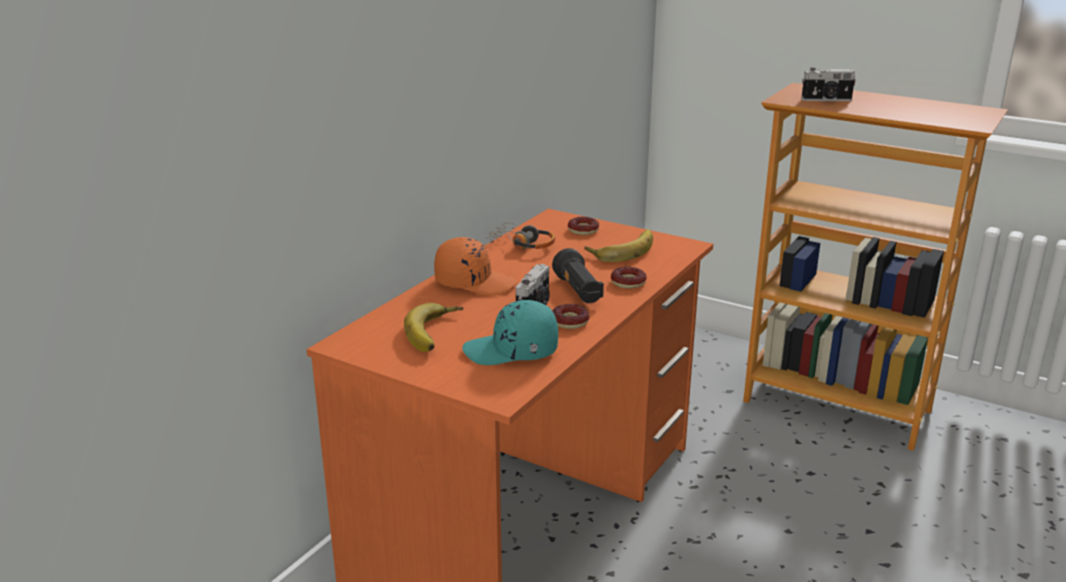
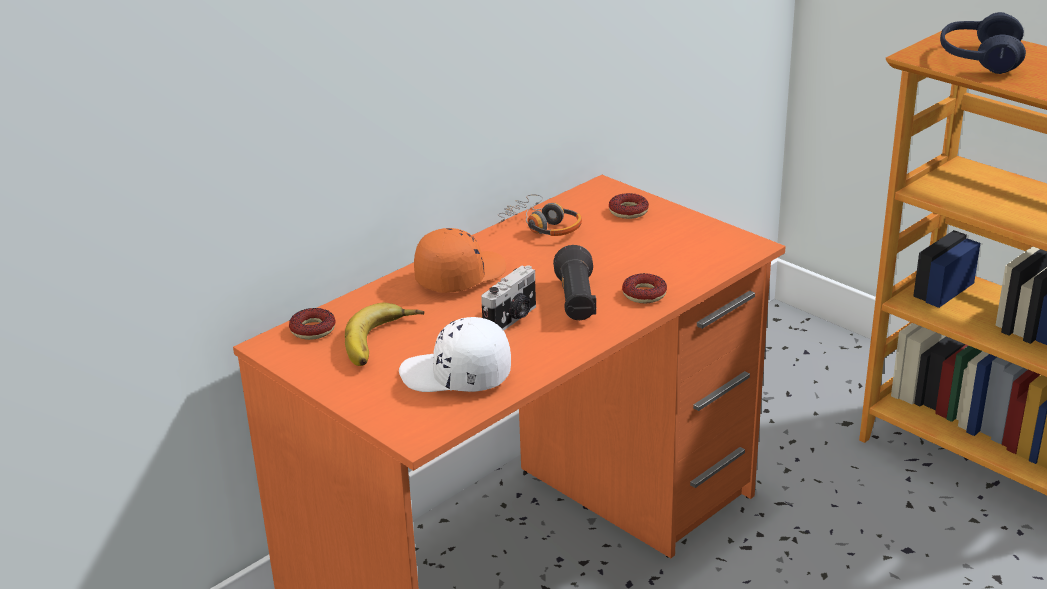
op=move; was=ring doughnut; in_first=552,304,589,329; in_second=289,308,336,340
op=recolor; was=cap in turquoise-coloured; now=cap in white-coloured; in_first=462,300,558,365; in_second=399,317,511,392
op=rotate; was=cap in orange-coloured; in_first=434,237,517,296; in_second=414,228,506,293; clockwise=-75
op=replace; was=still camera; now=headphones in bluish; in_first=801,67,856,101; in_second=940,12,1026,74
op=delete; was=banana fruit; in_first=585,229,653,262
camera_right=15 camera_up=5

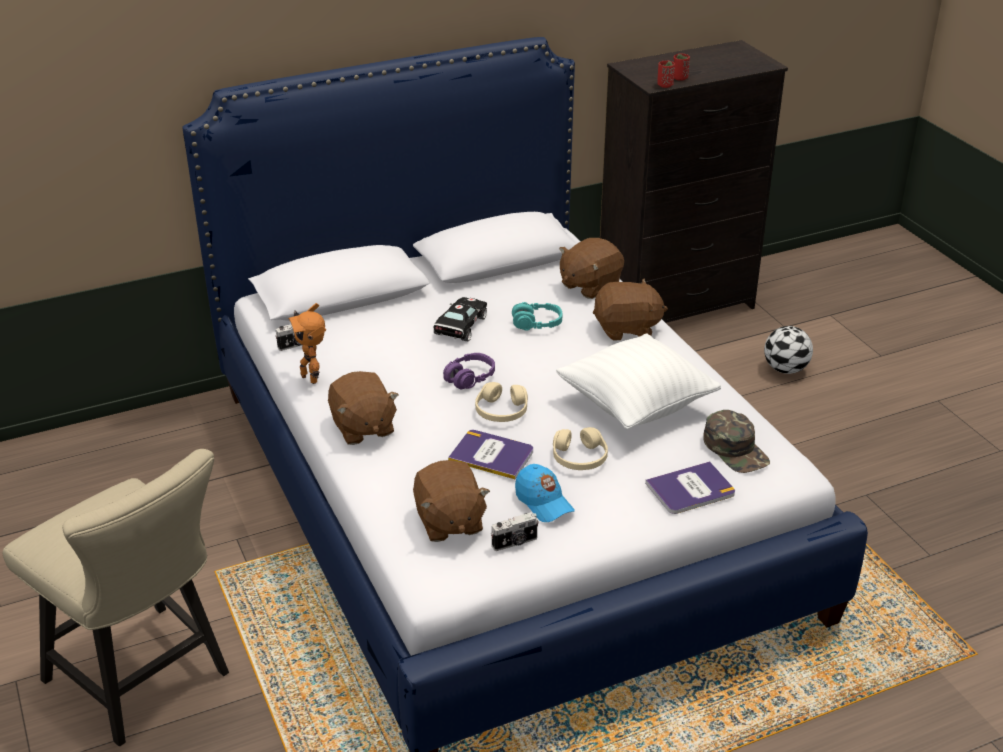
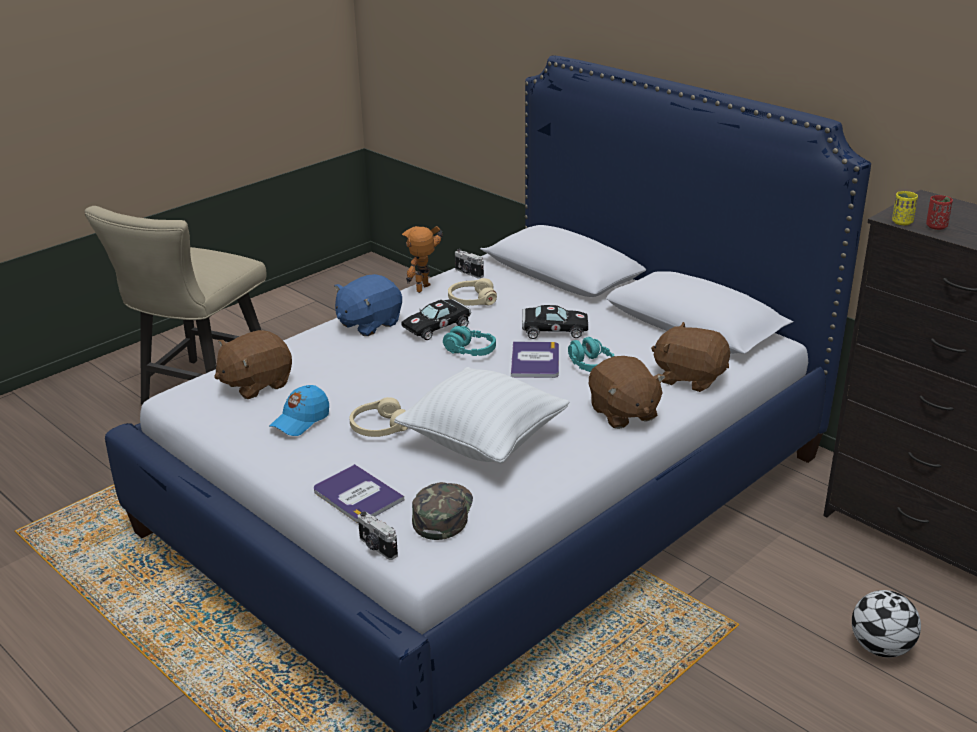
op=recolor; was=plush toy in brown-coloured; now=plush toy in bluish; in_first=328,371,399,445; in_second=334,274,402,336
op=move; was=still camera; in_first=491,512,539,551; in_second=358,512,398,560
op=insert; now=miniature car in black; in_second=401,299,471,340
op=rotate; was=cap in green-coloured; in_first=703,410,770,473; in_second=412,482,473,540; clockwise=150
op=recolor; was=headphones in purple-coloured; now=headphones in turquoise-coloured; in_first=443,353,495,389; in_second=443,326,496,356
op=move; was=headphones in sand-coloured; in_first=475,382,528,422; in_second=448,278,497,306
op=move; was=bound book; in_first=448,430,533,479; in_second=511,341,559,378
op=recolor; was=small cup in red-coloured; now=small cup in yellow; in_first=657,61,675,88; in_second=892,191,918,225
camera_right=70 camera_up=-5

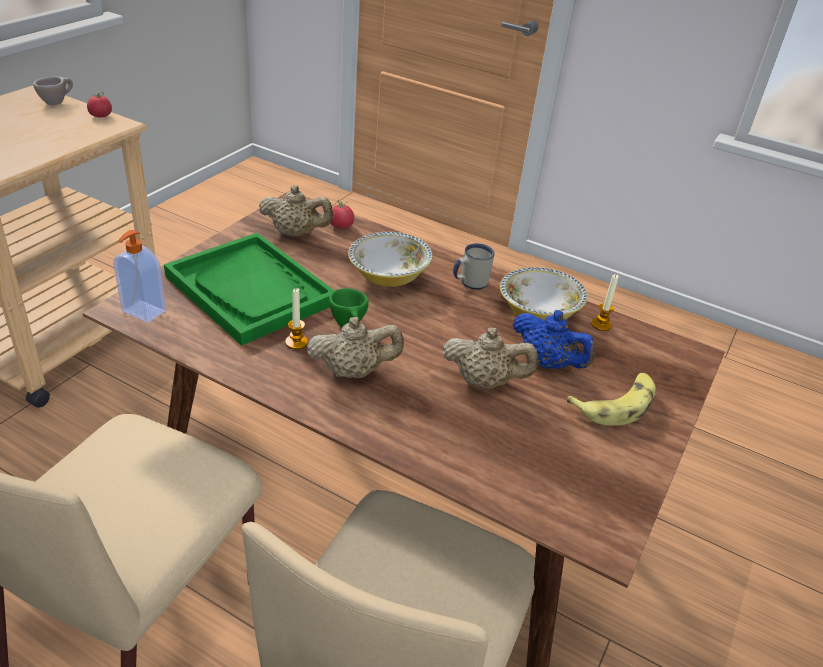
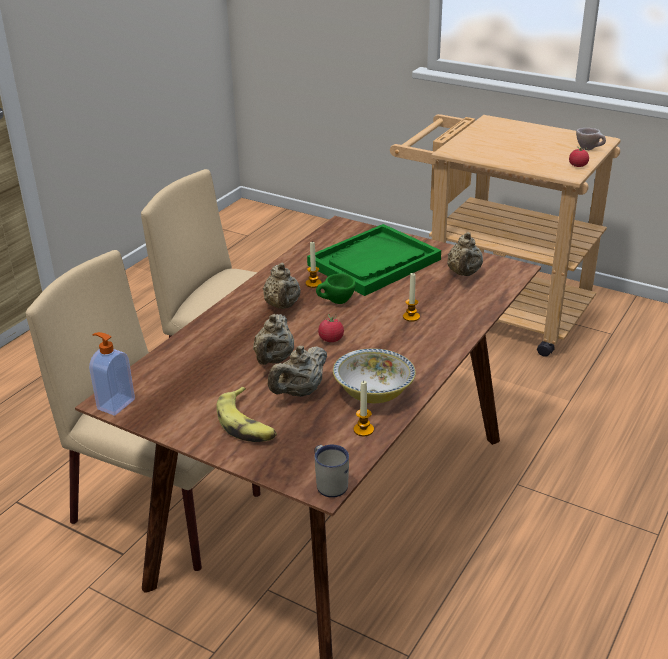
op=move; was=liquid soap bottle; in_first=113,230,166,323; in_second=89,332,135,416
op=recolor; was=teapot in bluish; now=teapot in sand-coloured; in_first=513,310,595,369; in_second=268,346,327,397
op=move; was=coffee mug in white-coloured; in_first=453,243,495,290; in_second=315,445,349,498
op=move; was=fresh tomato; in_first=330,200,354,229; in_second=318,314,344,342
op=replace; was=serving bowl; now=candle; in_first=348,232,432,287; in_second=403,273,420,322
camera_right=95 camera_up=-5

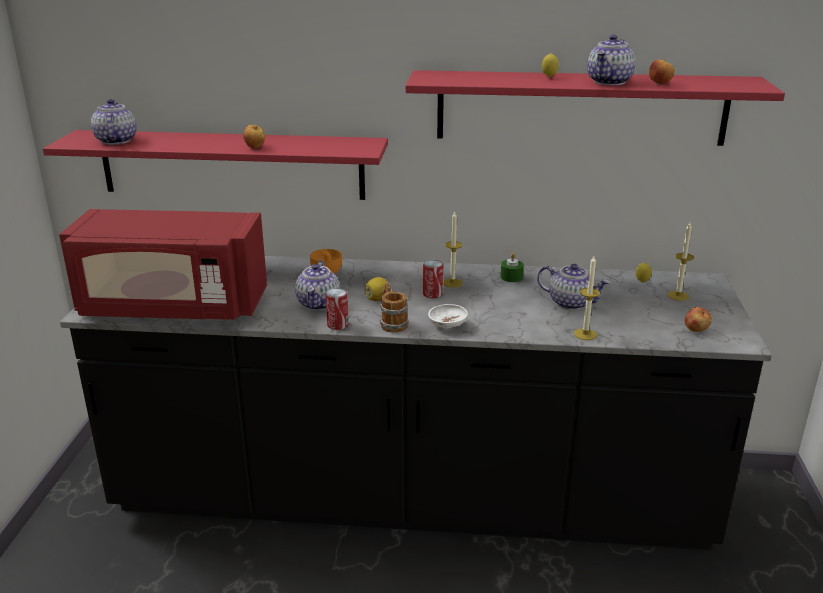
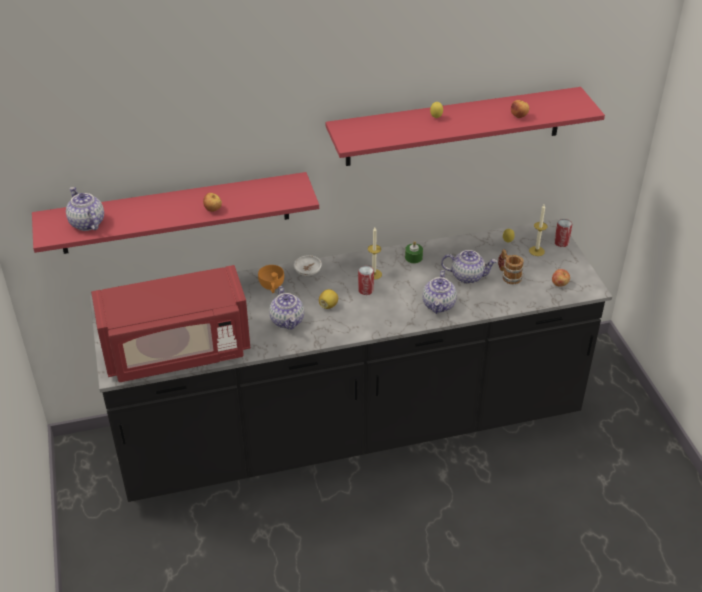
op=move; was=serving bowl in white-coloured; in_first=428,304,468,328; in_second=294,255,322,276
op=move; was=teapot; in_first=587,35,636,85; in_second=422,270,457,314
op=move; was=coffee mug; in_first=380,283,409,332; in_second=498,249,524,284
op=move; was=can; in_first=326,288,349,330; in_second=554,219,572,247
op=delete; was=candle; in_first=574,256,600,340
camera_right=-20 camera_up=15

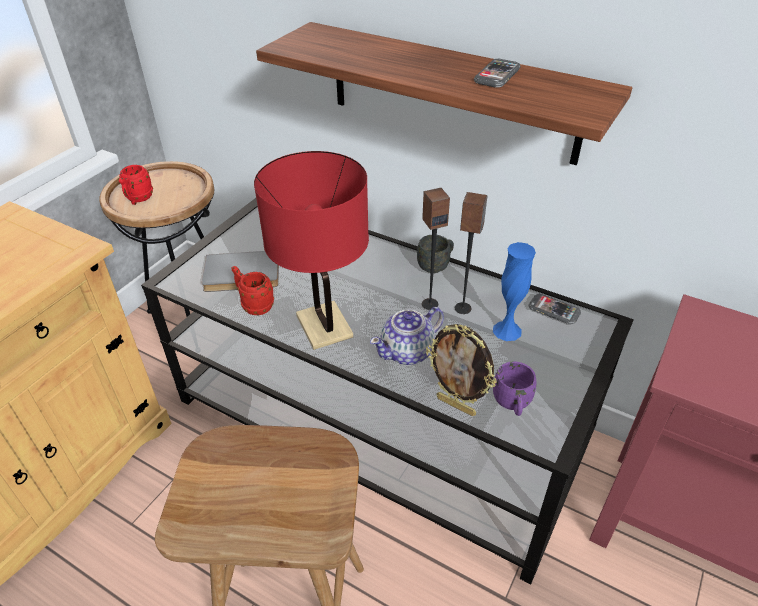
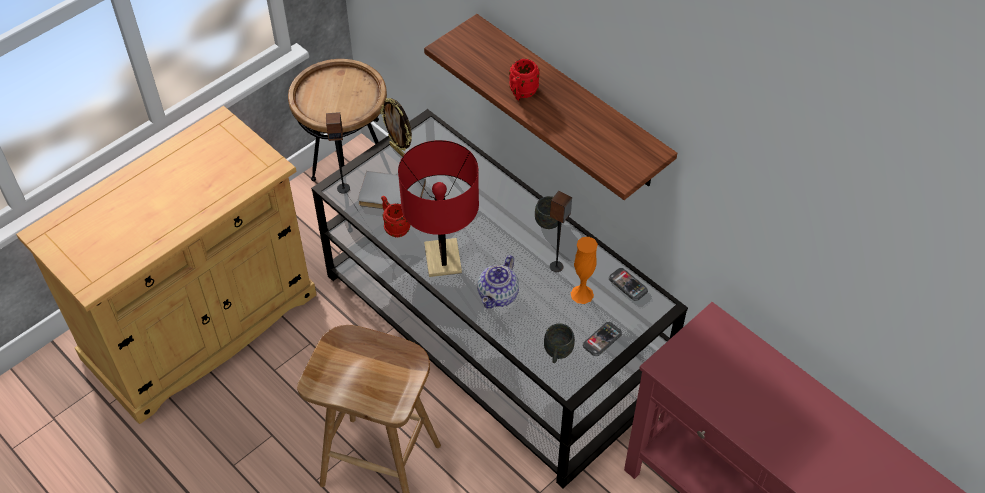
op=move; was=audio speaker; in_first=422,188,450,310; in_second=326,112,350,193
op=move; was=picture frame; in_first=426,324,497,416; in_second=380,98,412,157
op=rotate; was=teapot; in_first=370,307,444,365; in_second=478,255,519,309; clockwise=-45
op=move; was=coffee mug in red-coloured; in_first=119,165,153,205; in_second=509,59,540,100
op=recolor; was=coffee mug in purple-coloured; now=coffee mug in grey; in_first=493,361,537,416; in_second=544,323,575,363
op=recolor; was=flower vase in bluish; now=flower vase in orange-coloured; in_first=493,242,536,341; in_second=571,237,598,304
op=move; was=handset; in_first=474,59,520,88; in_second=583,322,622,356
camera_right=15 camera_up=10

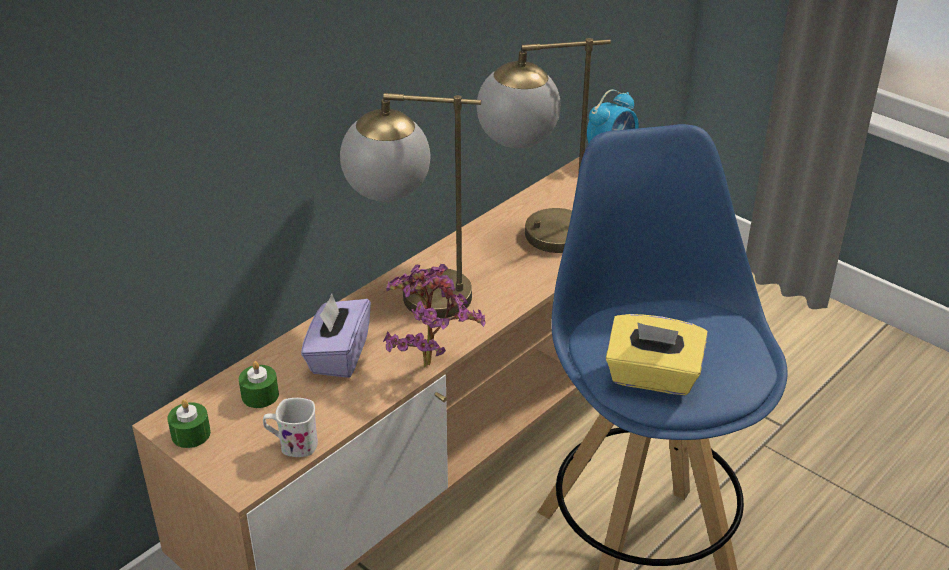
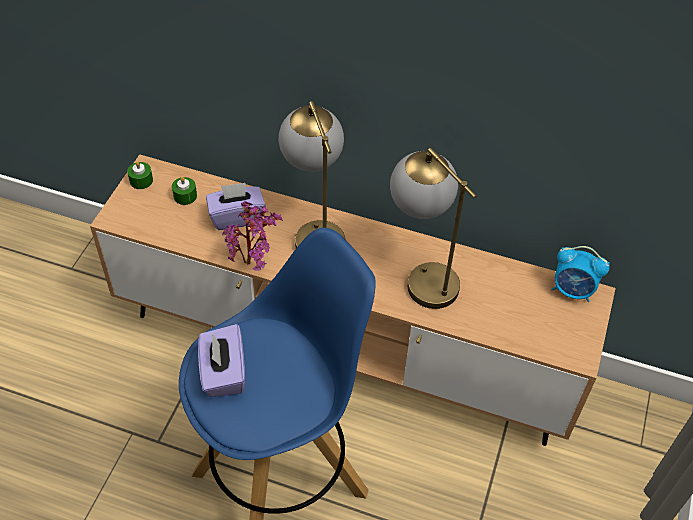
op=recolor; was=box of tissues in yellow; now=box of tissues in purple-coloured; in_first=606,314,708,395; in_second=198,324,245,397
op=delete; was=coffee mug in white-coloured; in_first=263,398,318,457
camera_right=65 camera_up=15

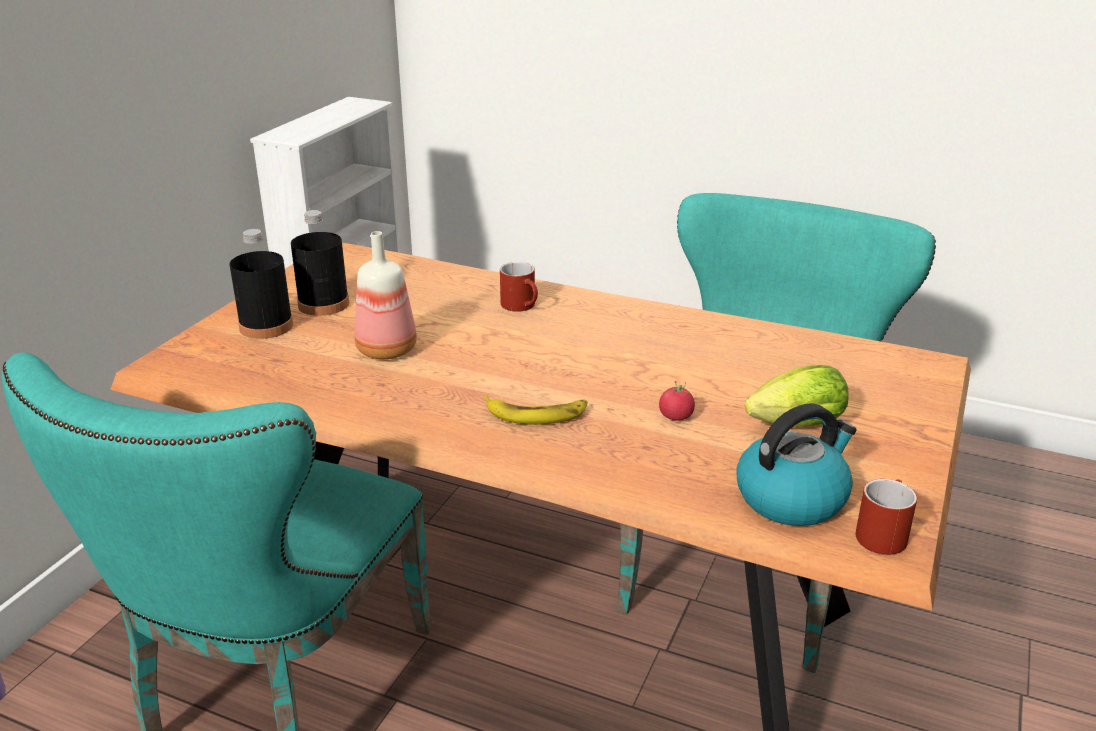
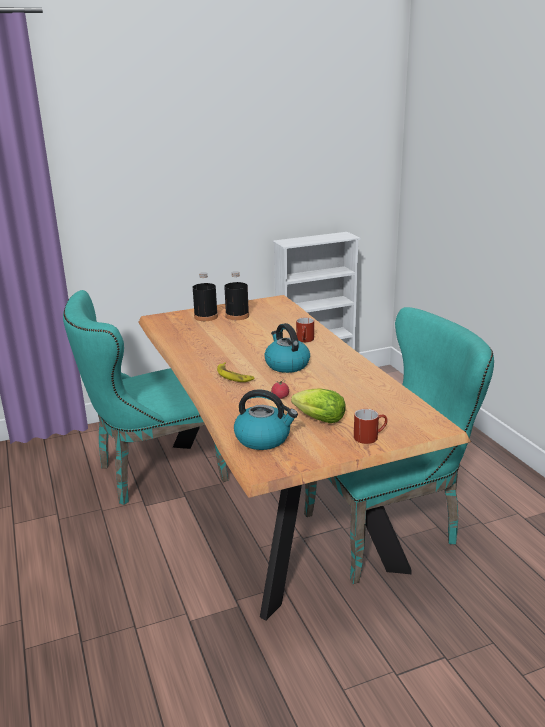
op=insert; now=water kettle; in_second=264,323,310,373
op=move; was=coffee mug in red-coloured; in_first=856,479,917,555; in_second=354,409,388,444
op=delete; was=beverage bottle; in_first=354,231,417,359
camera_right=45 camera_up=-5

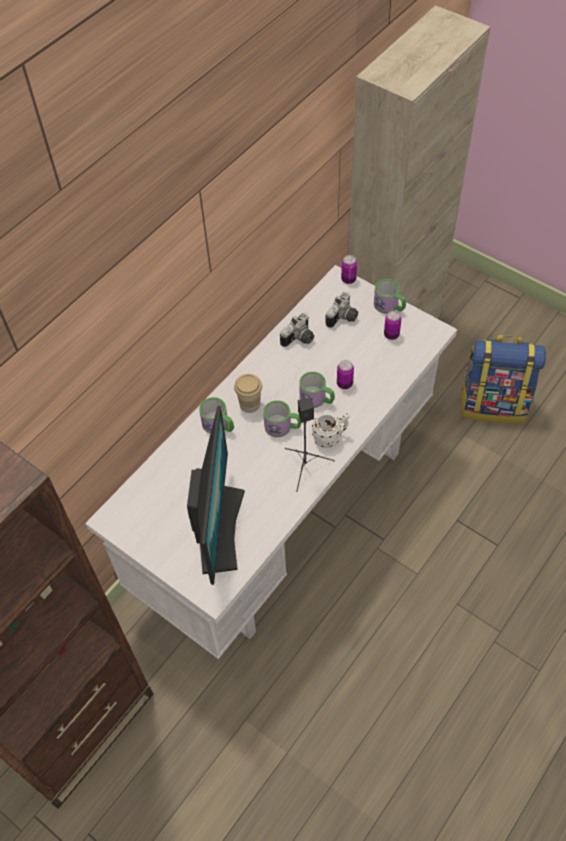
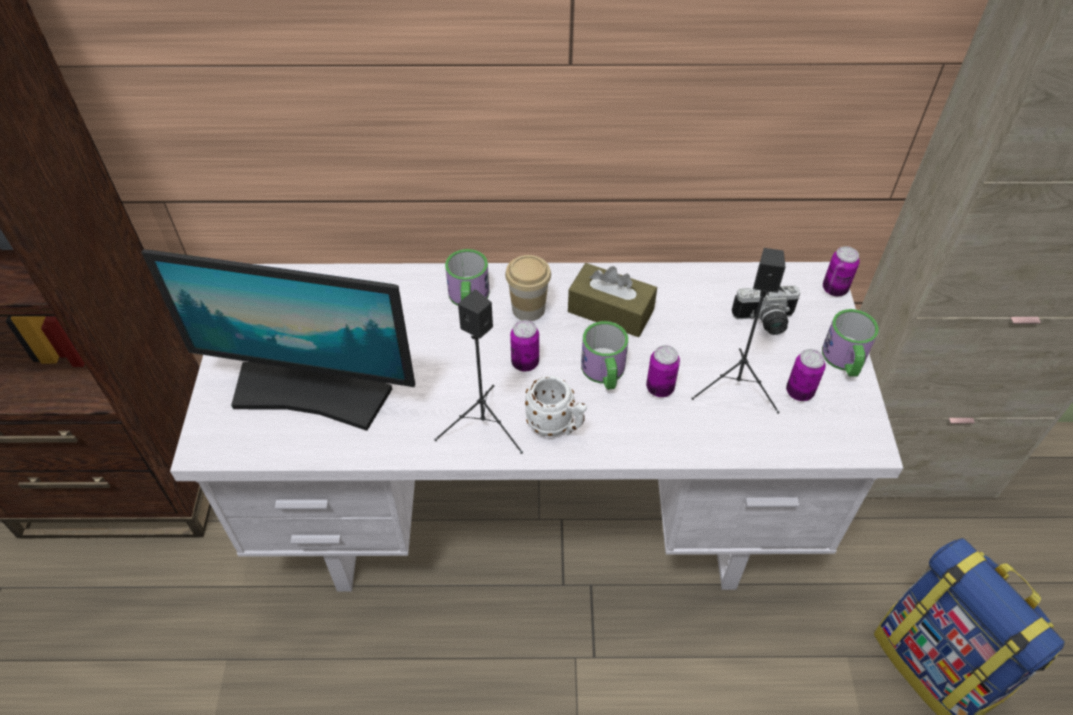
op=rotate; was=monitor; in_first=187,406,245,585; in_second=141,249,415,431; clockwise=45
op=replace; was=coffee mug; now=can; in_first=263,400,301,437; in_second=510,320,539,372
op=insert; now=box of tissues in brown-coloured; in_second=568,263,657,337
op=insert; now=audio speaker in black; in_second=691,248,786,414
op=delete; was=still camera; in_first=280,313,314,347
camera_right=50 camera_up=-5

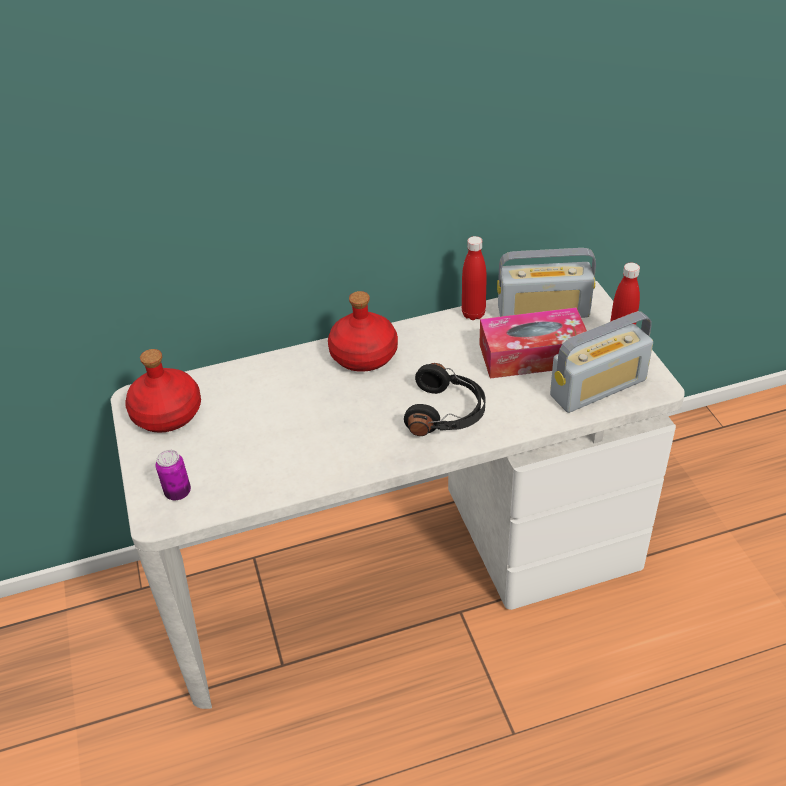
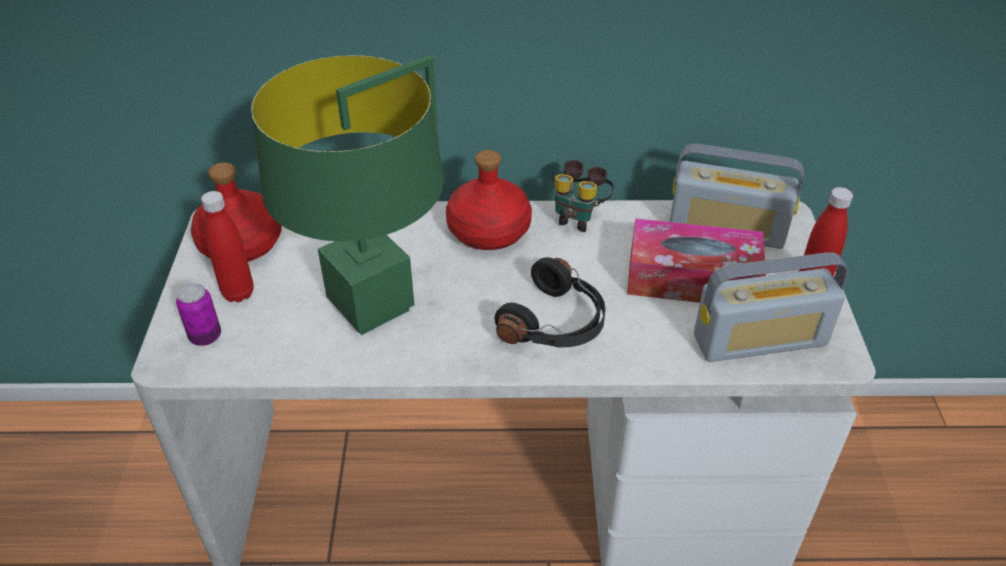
op=move; was=beverage bottle in red-coloured; in_first=462,236,487,320; in_second=201,191,254,302
op=insert; now=table lamp in green-coloured; in_second=251,55,444,335
op=insert; now=binoculars; in_second=555,160,613,232
camera_right=15 camera_up=0

